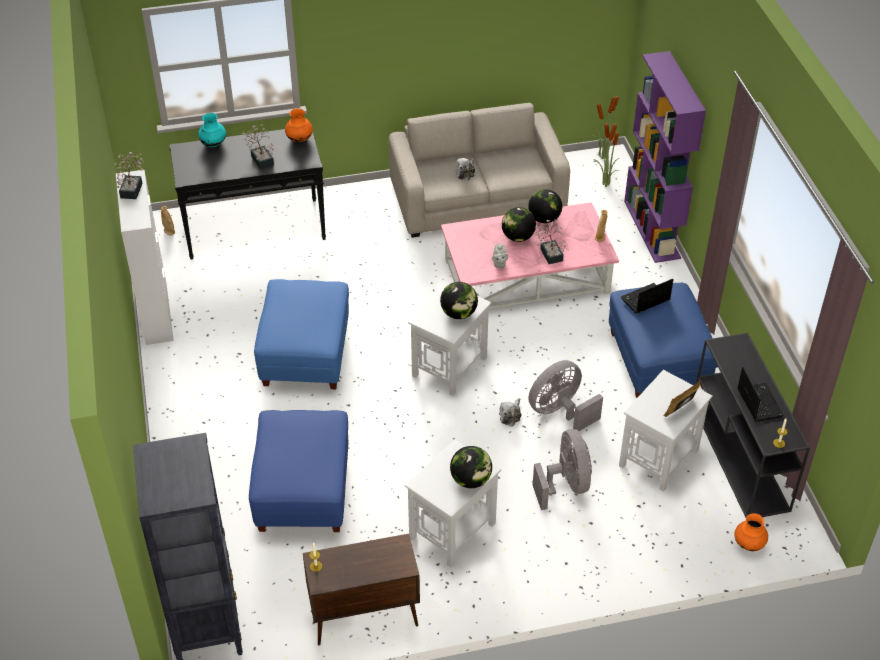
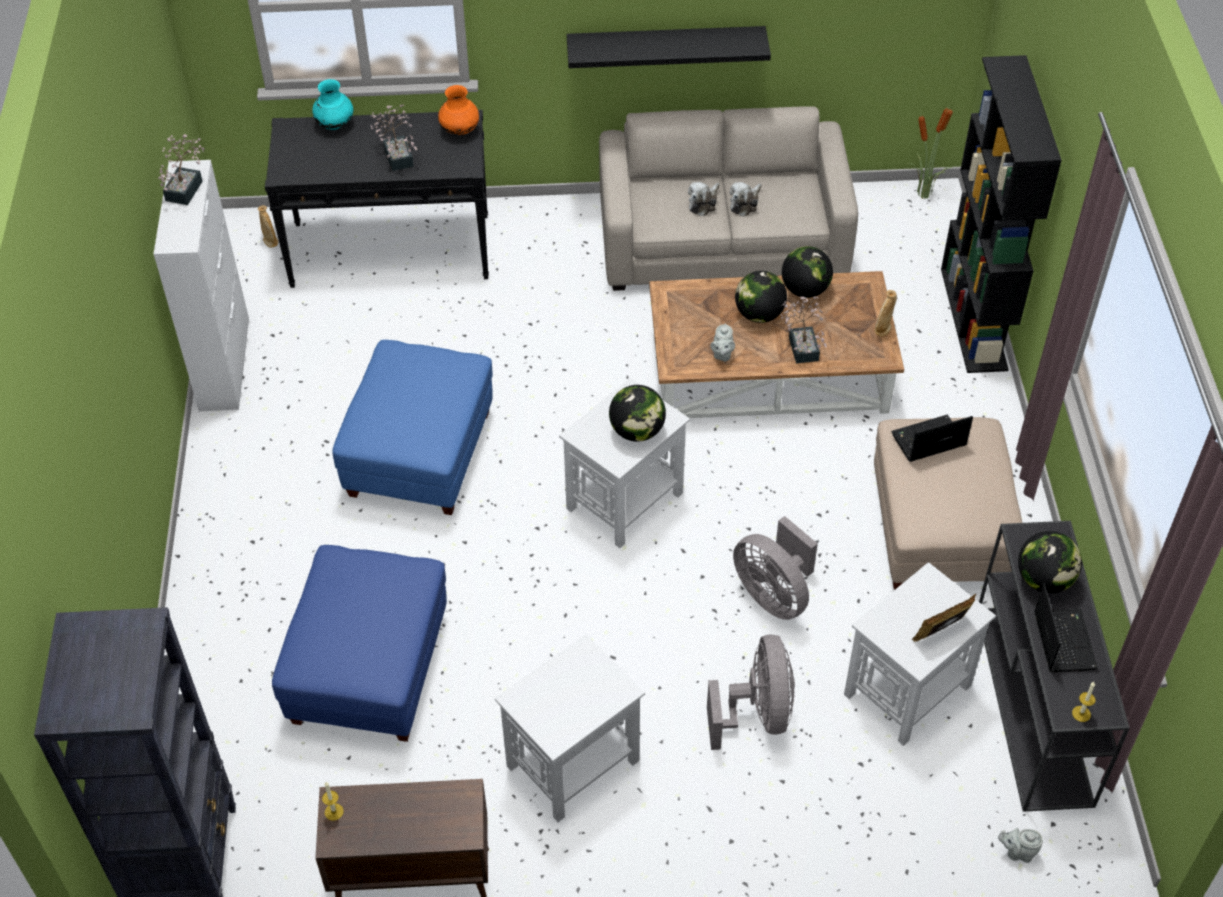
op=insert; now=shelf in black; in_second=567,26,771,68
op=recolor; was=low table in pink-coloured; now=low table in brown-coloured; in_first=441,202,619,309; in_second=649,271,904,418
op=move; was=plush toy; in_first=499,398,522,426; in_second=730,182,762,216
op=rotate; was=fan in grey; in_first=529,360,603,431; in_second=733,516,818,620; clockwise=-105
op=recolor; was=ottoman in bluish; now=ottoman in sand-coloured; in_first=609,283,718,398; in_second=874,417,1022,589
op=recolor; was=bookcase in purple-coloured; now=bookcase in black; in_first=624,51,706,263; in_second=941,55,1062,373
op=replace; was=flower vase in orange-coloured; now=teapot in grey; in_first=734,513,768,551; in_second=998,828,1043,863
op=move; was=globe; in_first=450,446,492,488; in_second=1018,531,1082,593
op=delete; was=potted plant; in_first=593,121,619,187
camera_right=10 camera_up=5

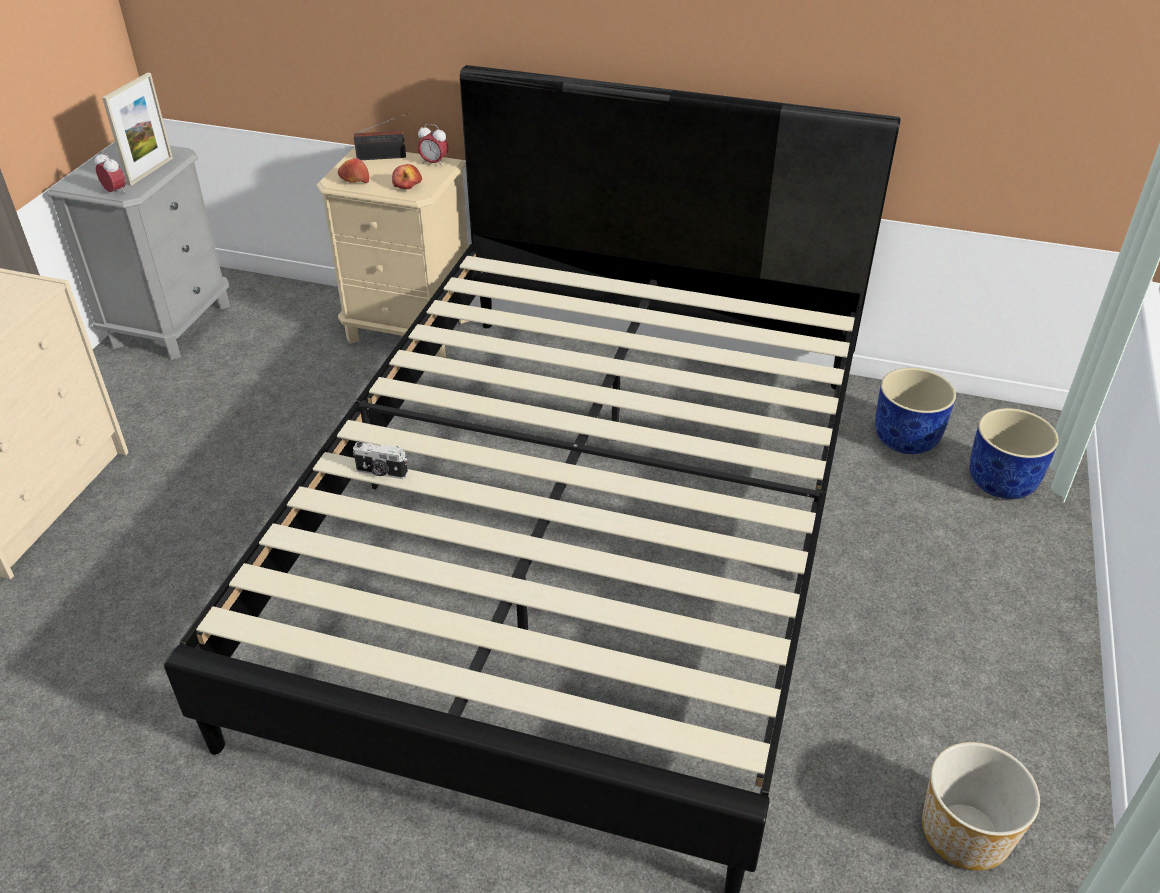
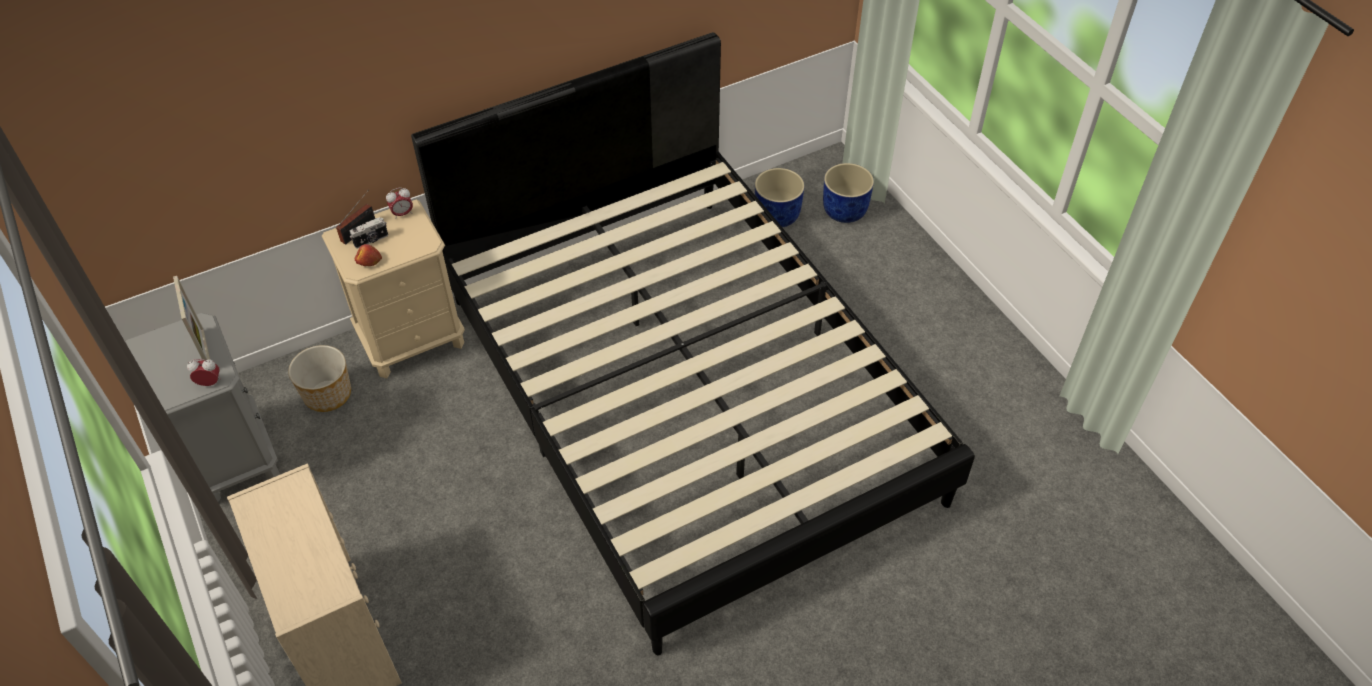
op=move; was=flower pot; in_first=922,742,1040,870; in_second=288,345,351,412
op=move; was=still camera; in_first=353,442,408,479; in_second=350,217,388,249
op=delete; was=apple; in_first=392,164,422,189
camera_right=-45 camera_up=10

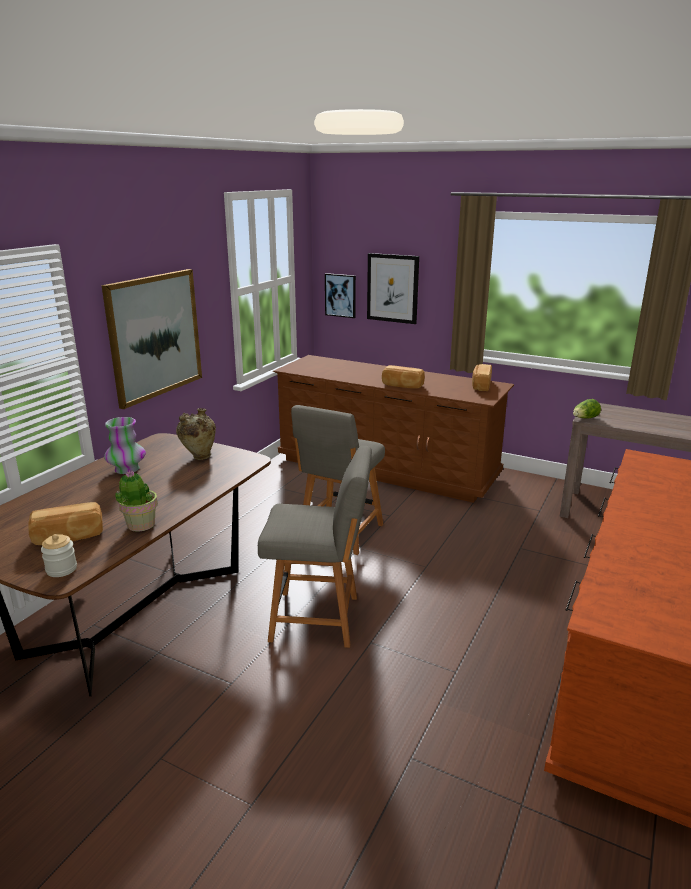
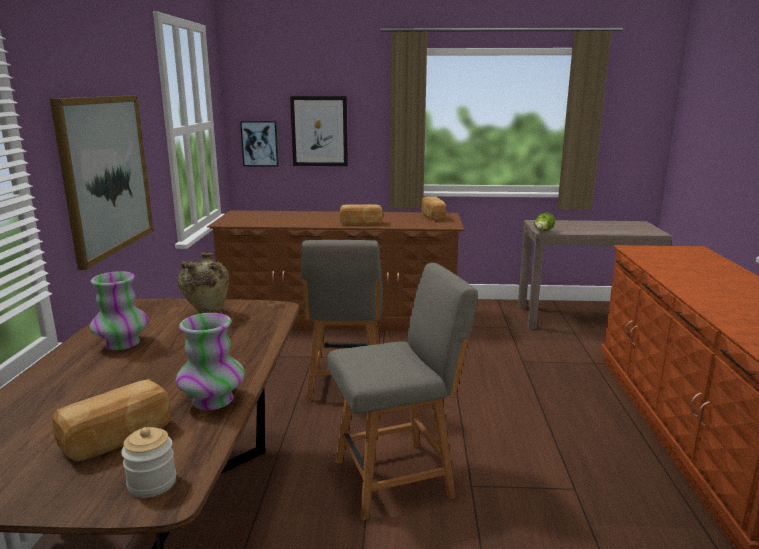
op=replace; was=potted plant; now=flower vase; in_first=115,470,158,532; in_second=176,313,245,410
camera_right=-25 camera_up=-5

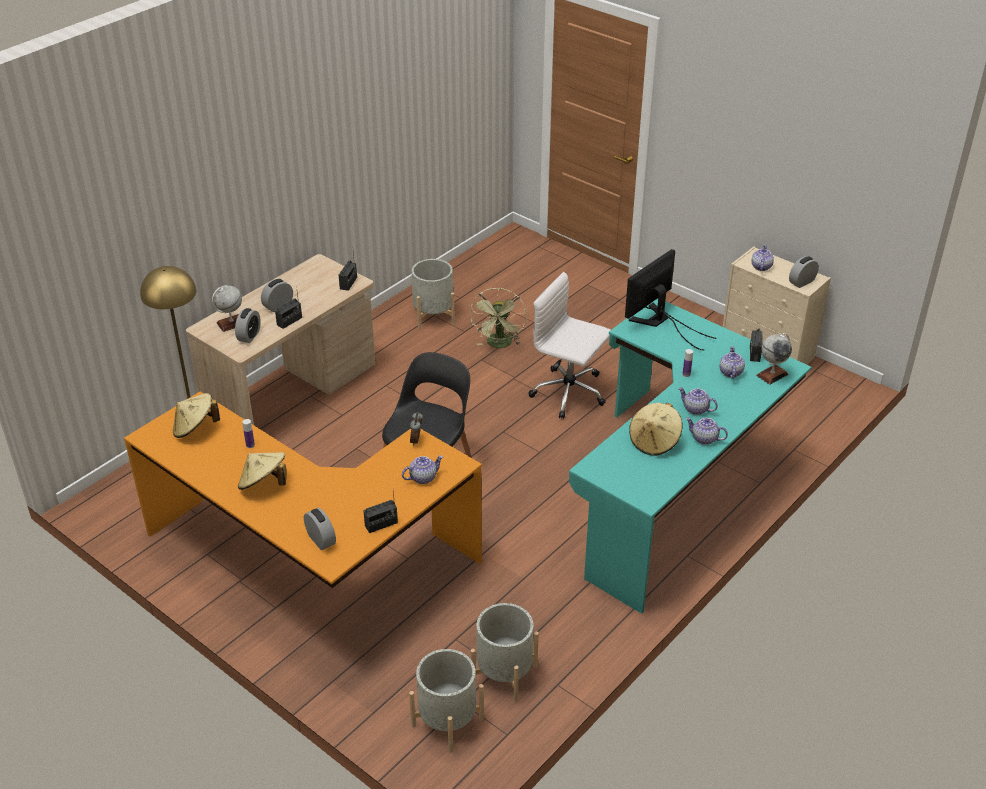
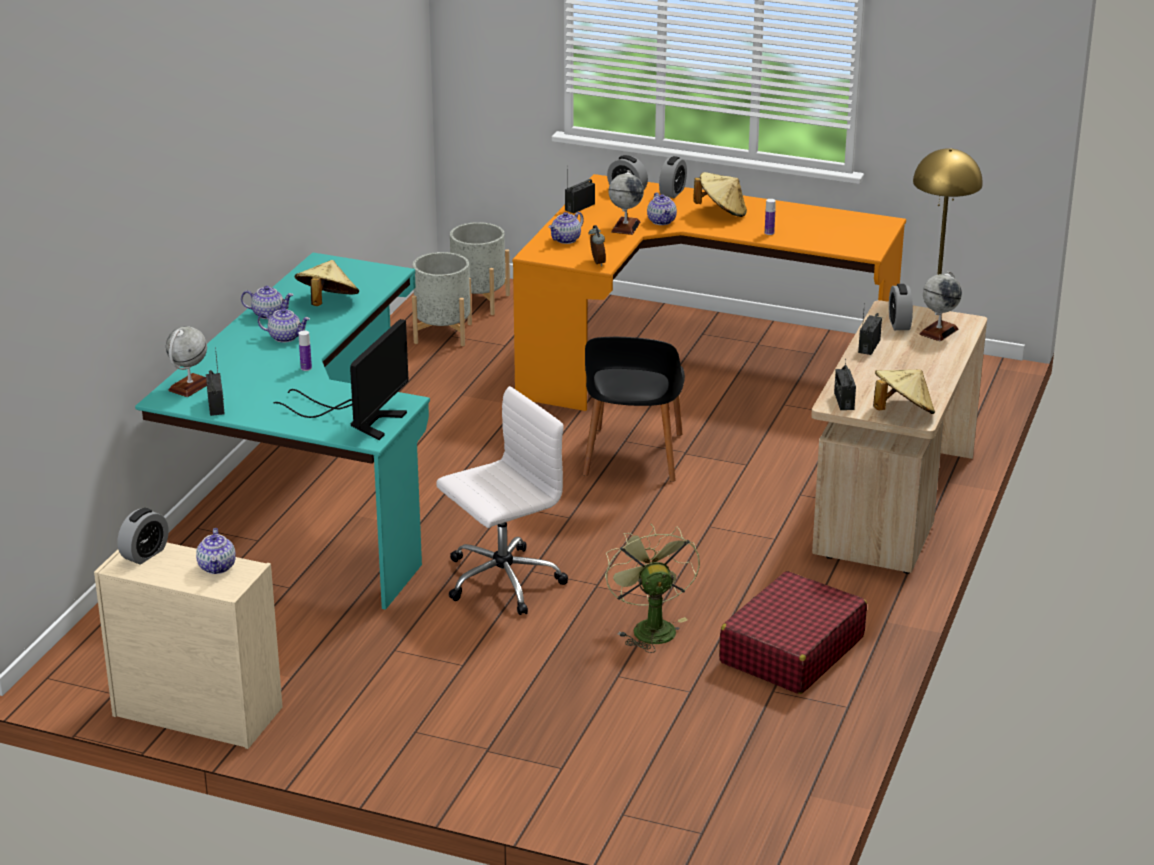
op=rotate; was=computer chair in white-coloured; in_first=528,272,610,419; in_second=436,386,568,615; clockwise=-45
op=insert; now=globe; in_second=609,170,644,235
op=move; was=teapot; in_first=720,346,745,379; in_second=647,192,677,225
op=move; was=table clock; in_first=261,279,293,312; in_second=659,156,687,198
op=replace; was=flower pot in grey; now=suitcase in red-coloured; in_first=412,259,455,329; in_second=719,571,867,694
op=move; was=wearable hat in sand-coloured; in_first=173,393,220,438; in_second=873,369,935,414
camera_right=160 camera_up=-10

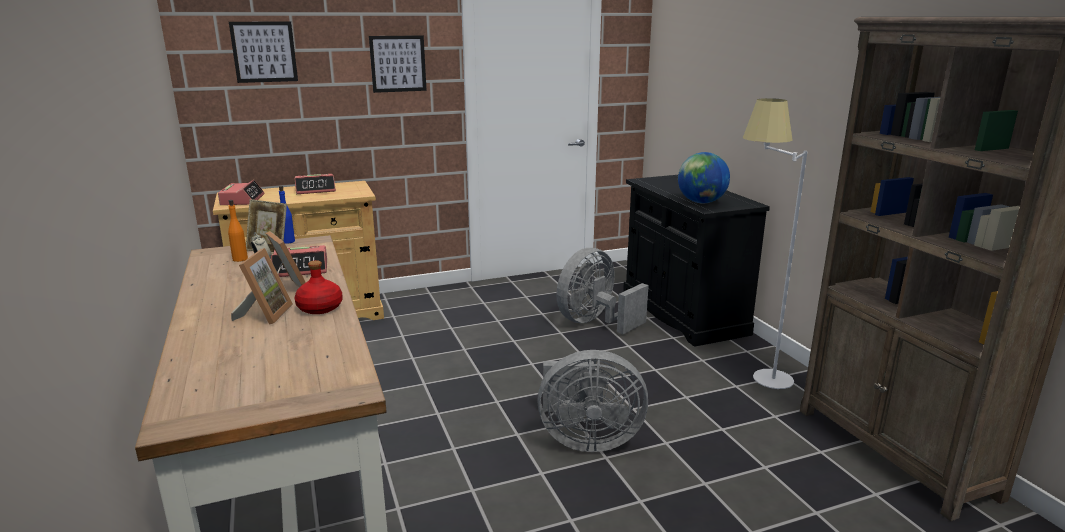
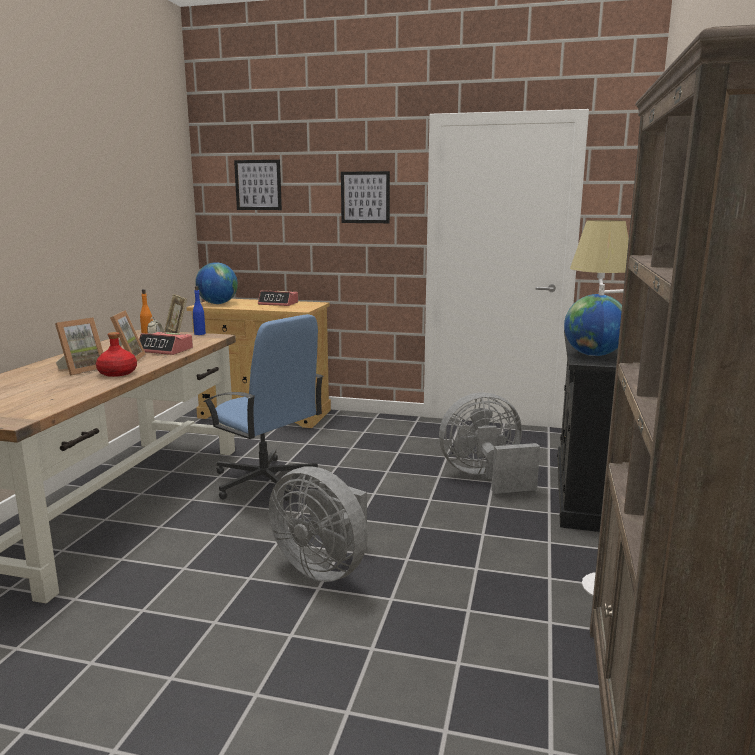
op=replace; was=table clock; now=globe; in_first=218,180,265,205; in_second=195,262,238,304
op=insert; now=computer chair in bluish; in_second=203,314,324,501
camera_right=35 camera_up=-5

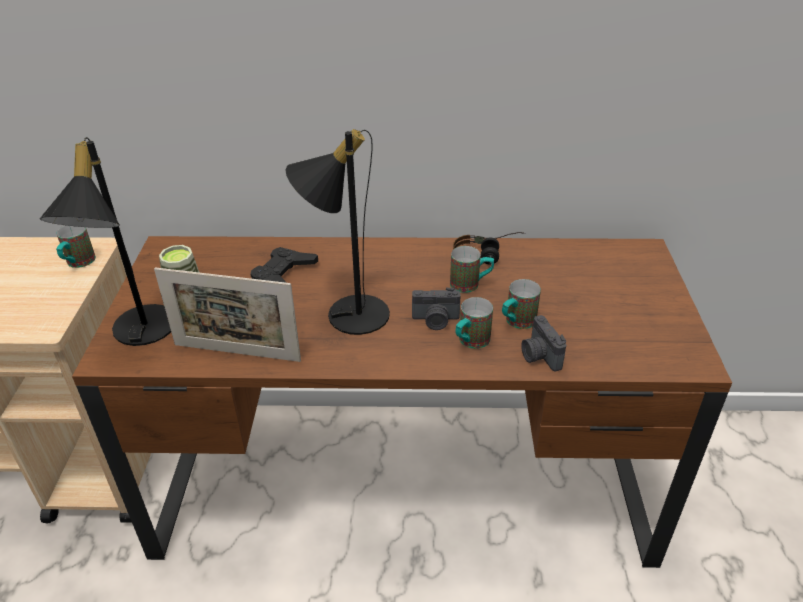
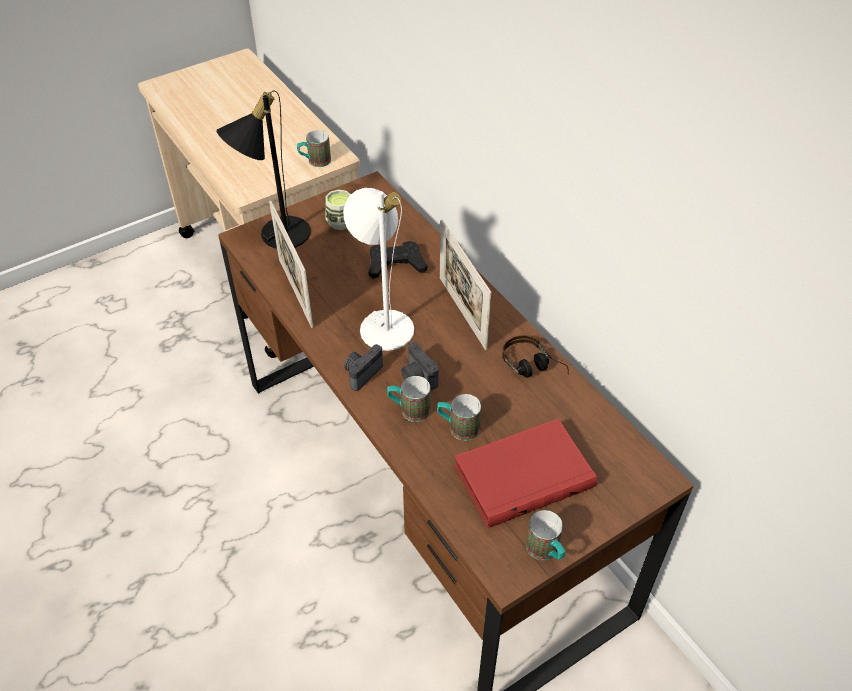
op=recolor; was=table lamp in black; now=table lamp in white-coloured; in_first=285,129,390,335; in_second=343,188,414,351
op=move; was=still camera; in_first=521,315,566,371; in_second=344,344,383,391
op=insert; now=picture frame; in_second=440,220,491,350
op=insert; now=bound book in red-coloured; in_second=454,419,597,528
op=move; was=coffee mug; in_first=450,246,494,293; in_second=526,510,566,561
camera_right=55 camera_up=10

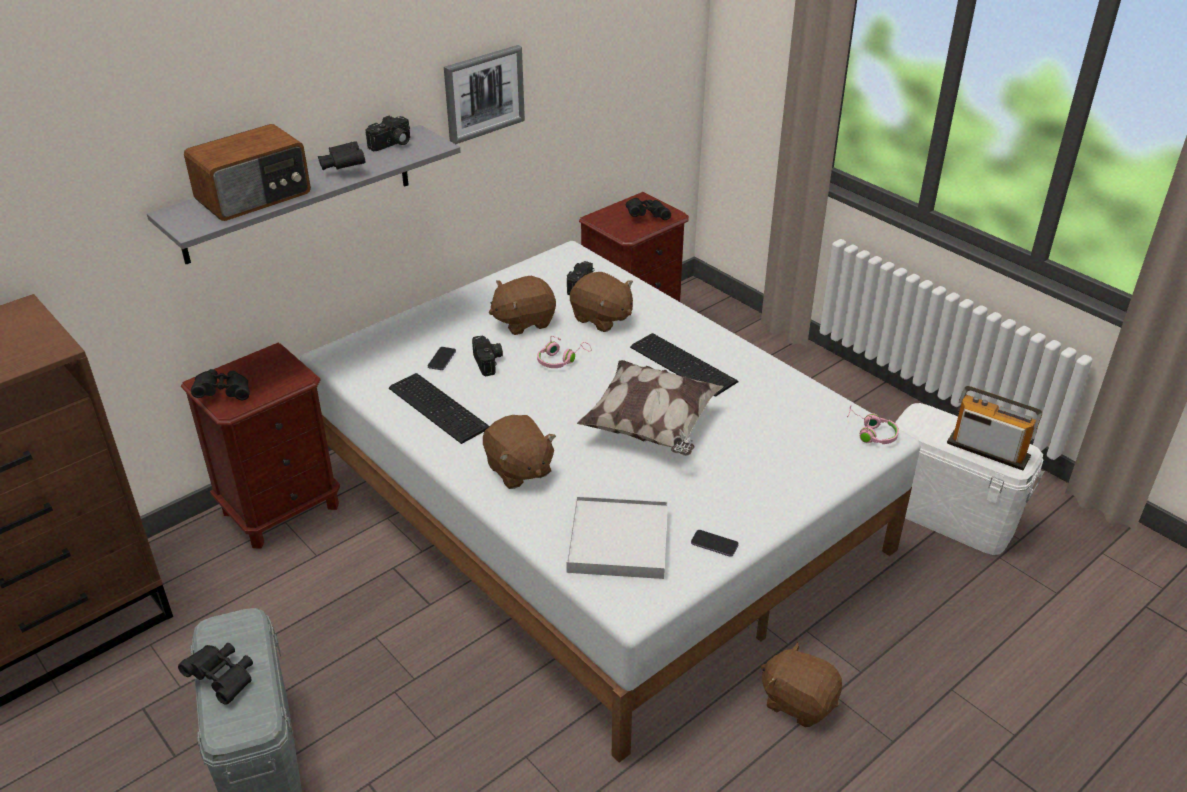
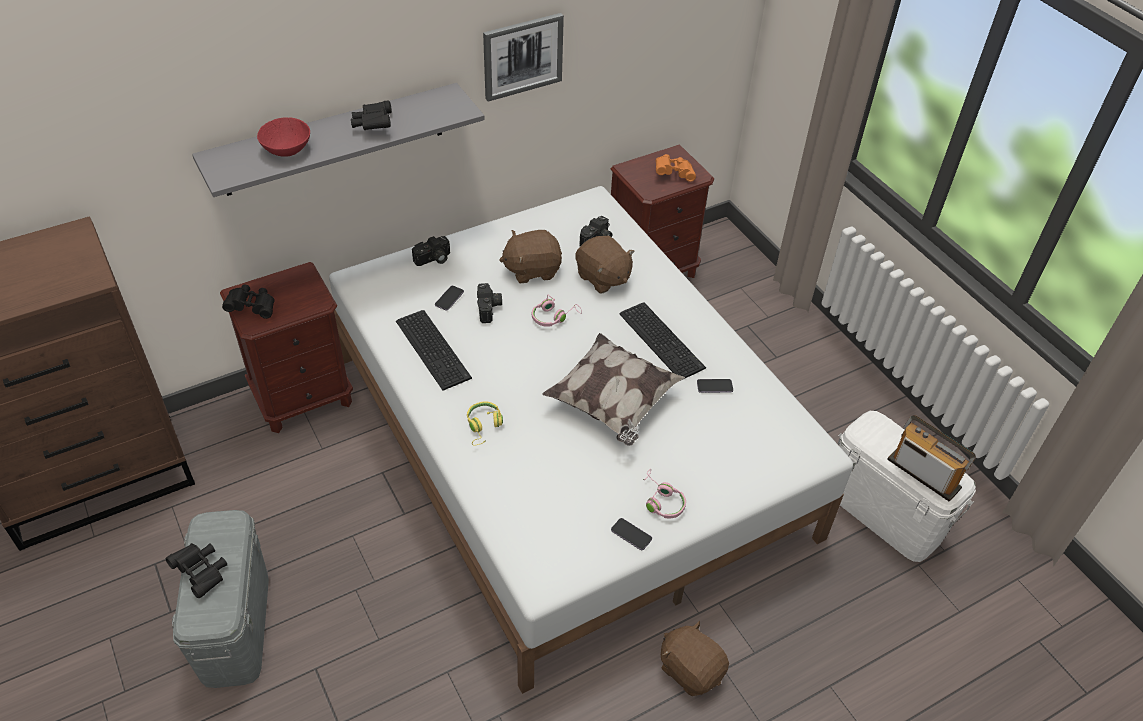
op=replace; was=radio receiver; now=serving bowl in red-coloured; in_first=184,124,311,221; in_second=257,117,310,157
op=move; was=still camera; in_first=365,116,410,151; in_second=412,236,450,266
op=replace; was=plush toy in brown-coloured; now=headphones in yellow; in_first=483,415,556,489; in_second=467,402,503,446
op=move; was=headphones in pink-coloured; in_first=847,405,899,444; in_second=643,469,686,519
op=recolor; was=binoculars in black; now=binoculars in orange-coloured; in_first=626,198,671,220; in_second=656,154,696,182
op=insert; now=handset; in_second=697,379,733,393
op=delete; was=serving tray in white-coloured; in_first=566,496,668,579
camera_right=10 camera_up=10

